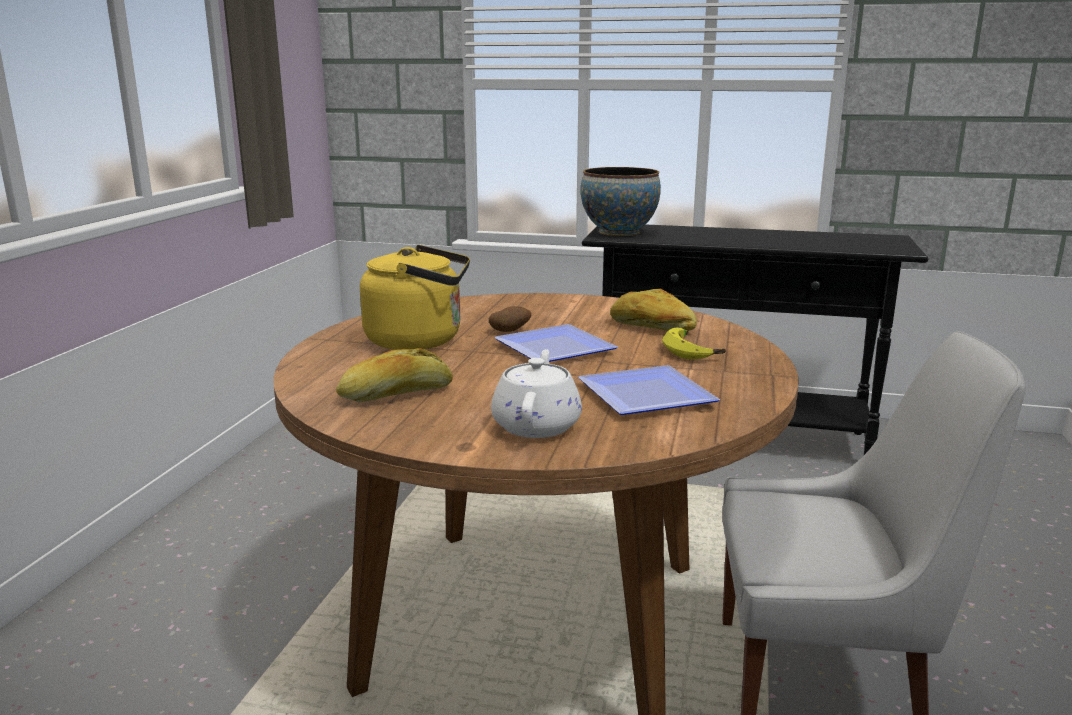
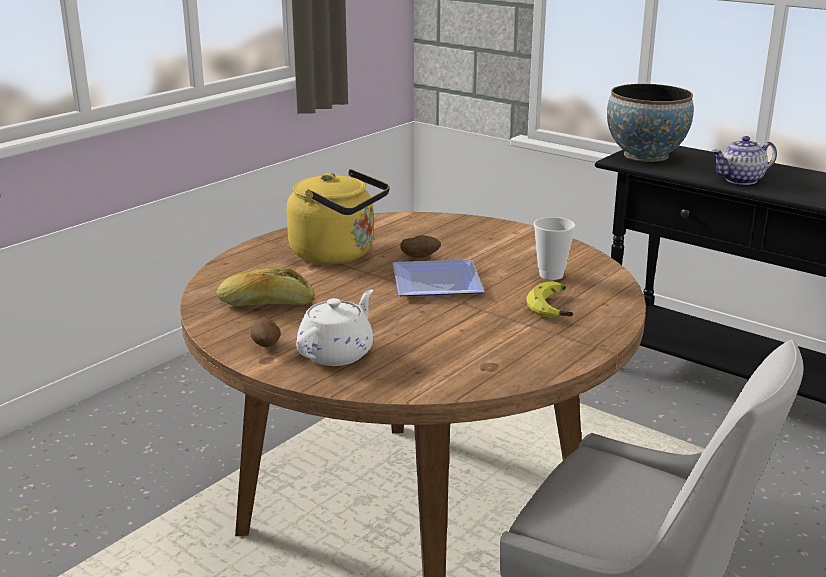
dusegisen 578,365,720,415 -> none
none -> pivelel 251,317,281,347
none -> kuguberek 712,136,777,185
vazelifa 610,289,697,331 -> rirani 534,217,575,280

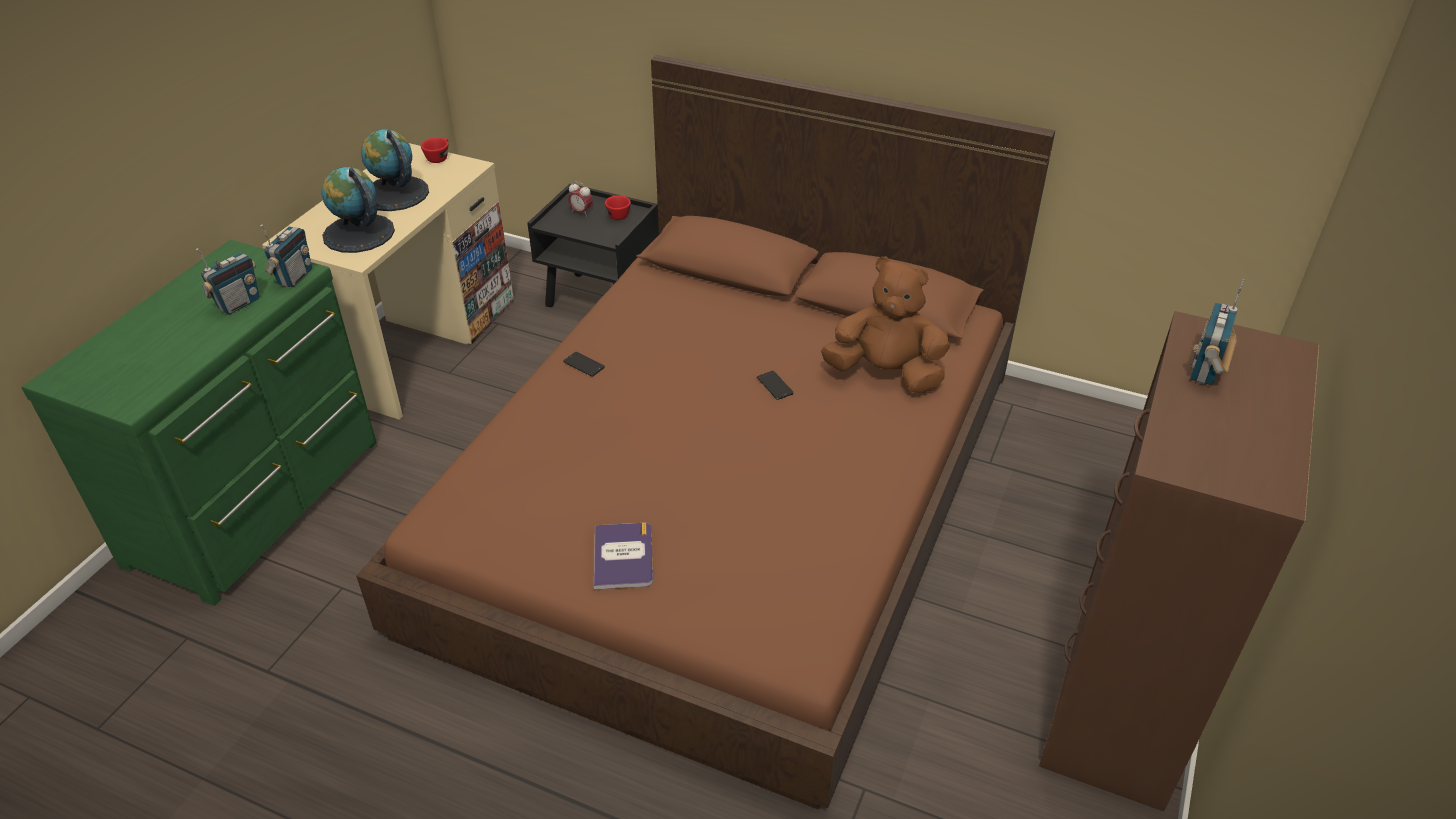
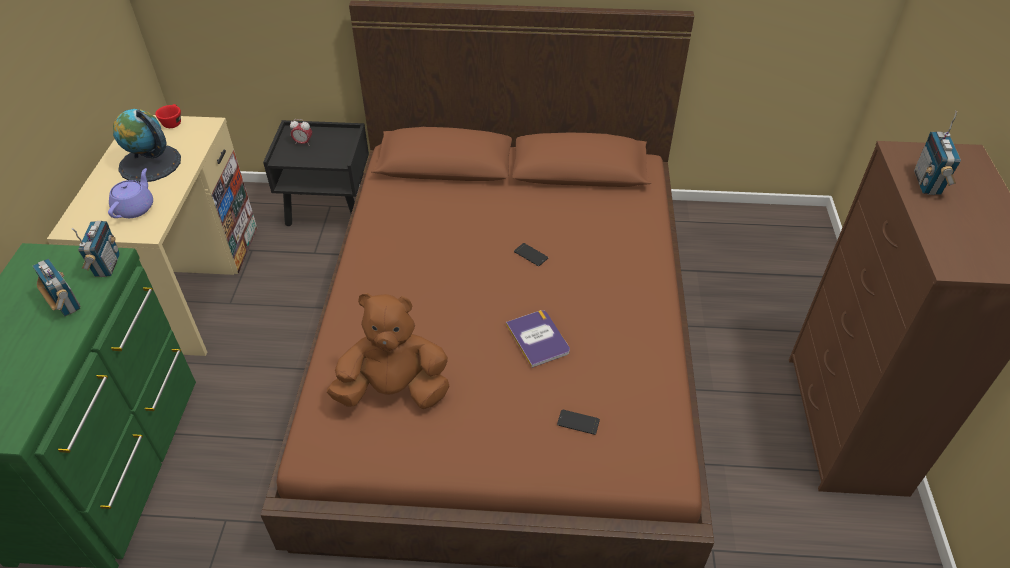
red rirani 605,195,631,220 -> none
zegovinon 563,352,605,377 -> zegovinon 557,410,600,435, moved
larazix 594,523,653,590 -> larazix 506,310,570,368, moved
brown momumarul 821,257,950,393 -> brown momumarul 327,293,450,409, moved
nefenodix 321,167,395,253 -> purple kuguberek 108,168,153,218
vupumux 196,248,260,315 -> vupumux 33,259,80,316, 60 degrees counterclockwise

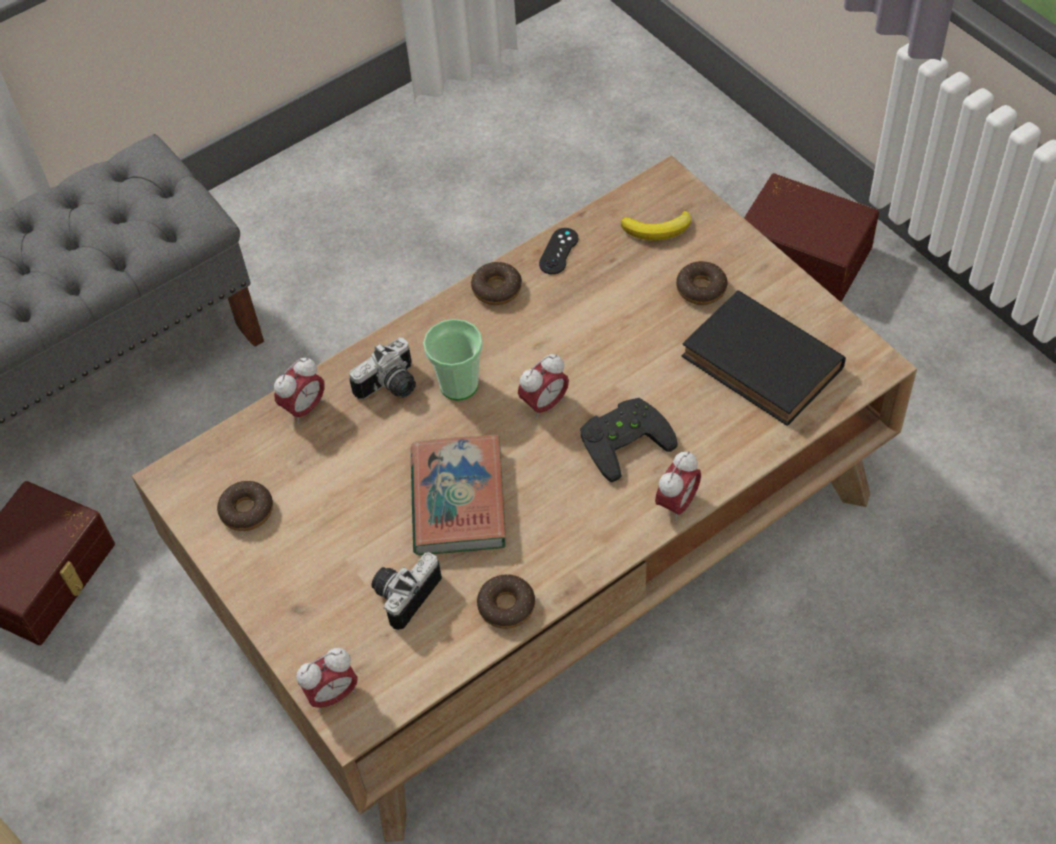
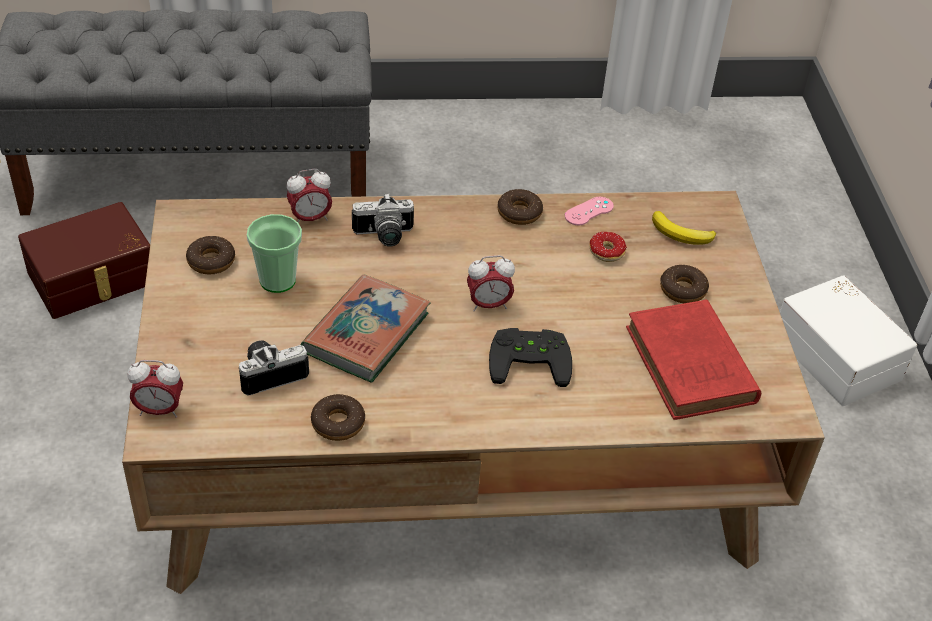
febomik 655,451,701,521 -> none
none -> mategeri 589,232,627,262
rirani 423,319,483,400 -> rirani 247,214,302,293, moved
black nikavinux 539,228,578,274 -> pink nikavinux 565,197,614,225
black larazix 682,290,846,426 -> red larazix 626,299,761,420
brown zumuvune 744,173,879,302 -> white zumuvune 780,275,917,406

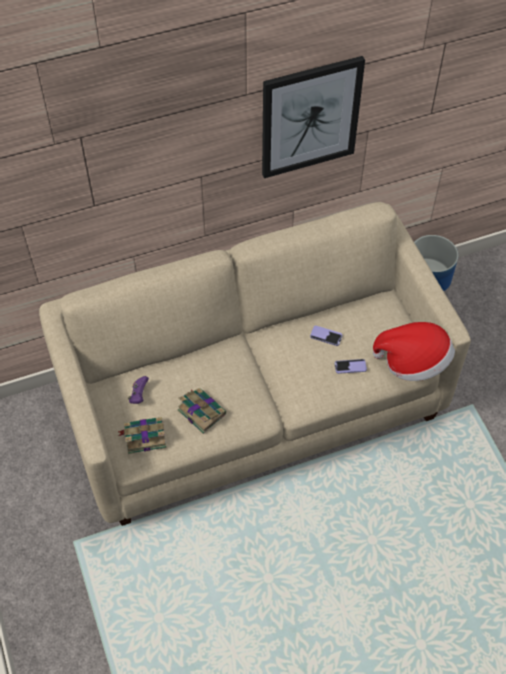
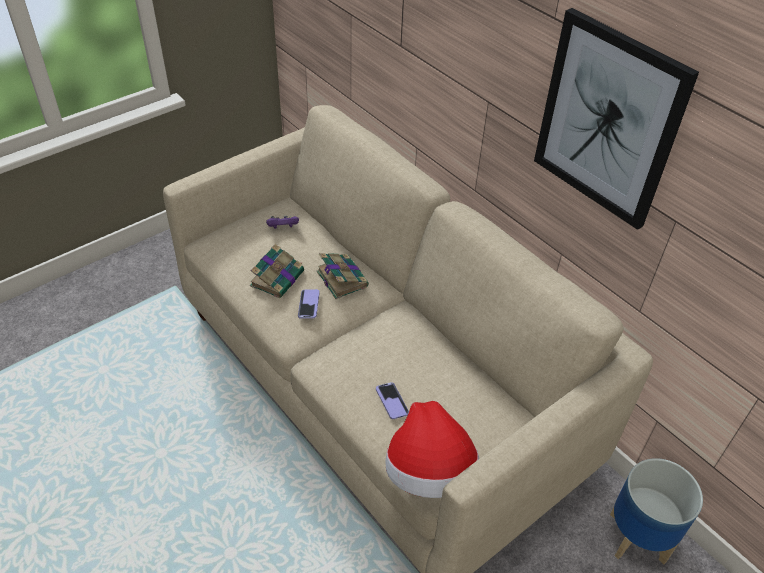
larazix 117,417,167,454 -> larazix 317,253,369,299, moved
zegovinon 310,326,343,346 -> zegovinon 298,289,320,319, moved

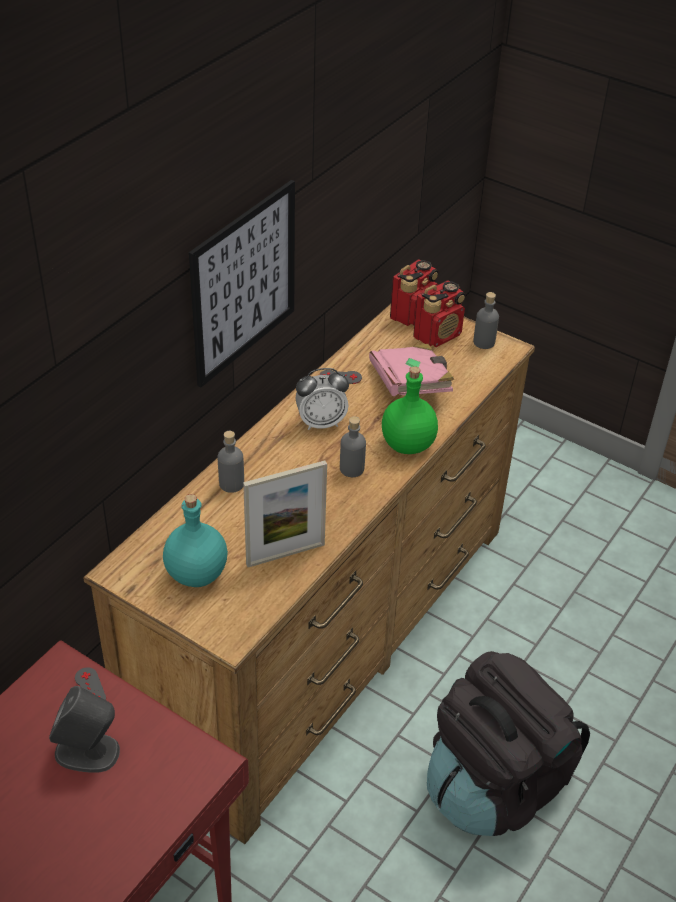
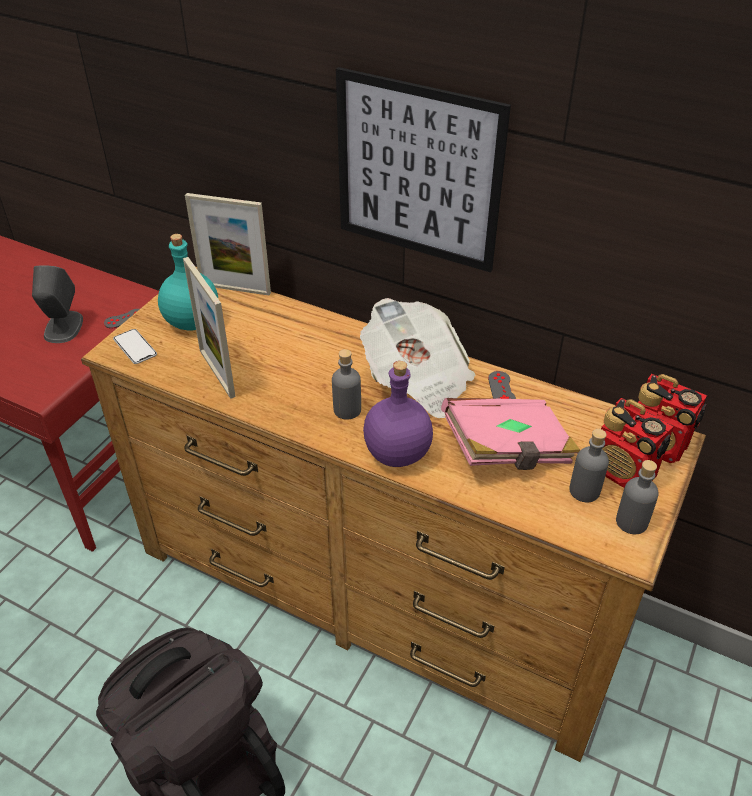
none -> zegovinon 113,329,157,364
none -> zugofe 185,193,271,295
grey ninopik 217,431,244,493 -> grey ninopik 569,429,609,502, moved
febomik 296,368,349,430 -> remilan 360,298,475,418
green ninopik 382,366,438,454 -> purple ninopik 363,361,433,467

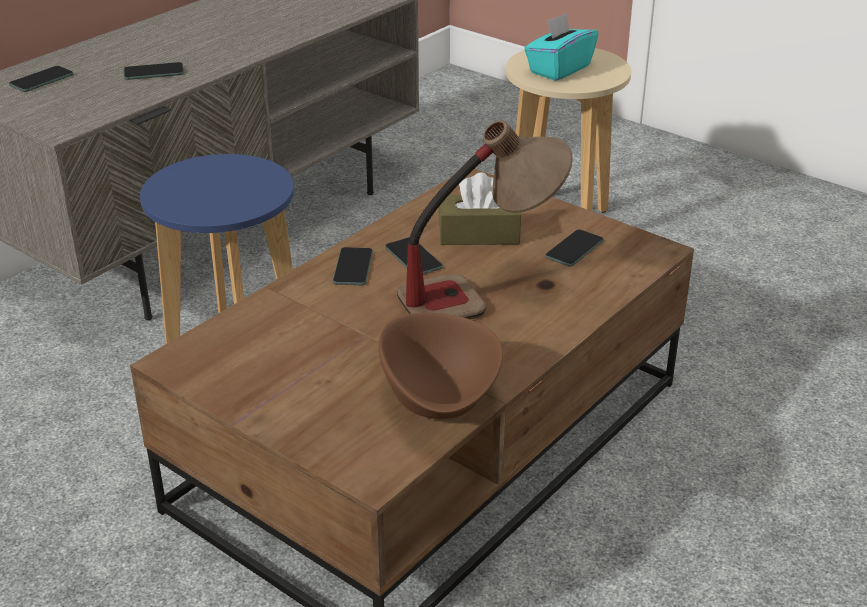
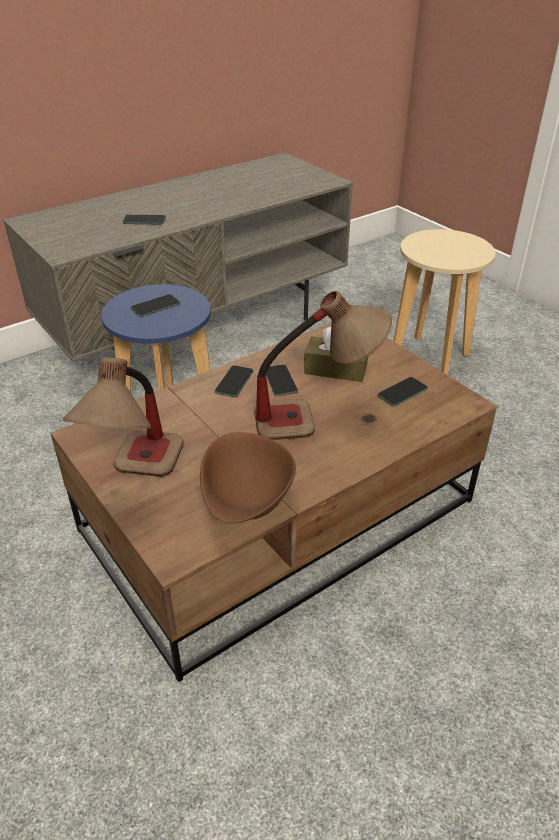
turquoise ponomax 524,13,599,81 -> none
none -> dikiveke 63,357,184,477
zegovinon 9,66,74,92 -> zegovinon 131,294,180,317, moved

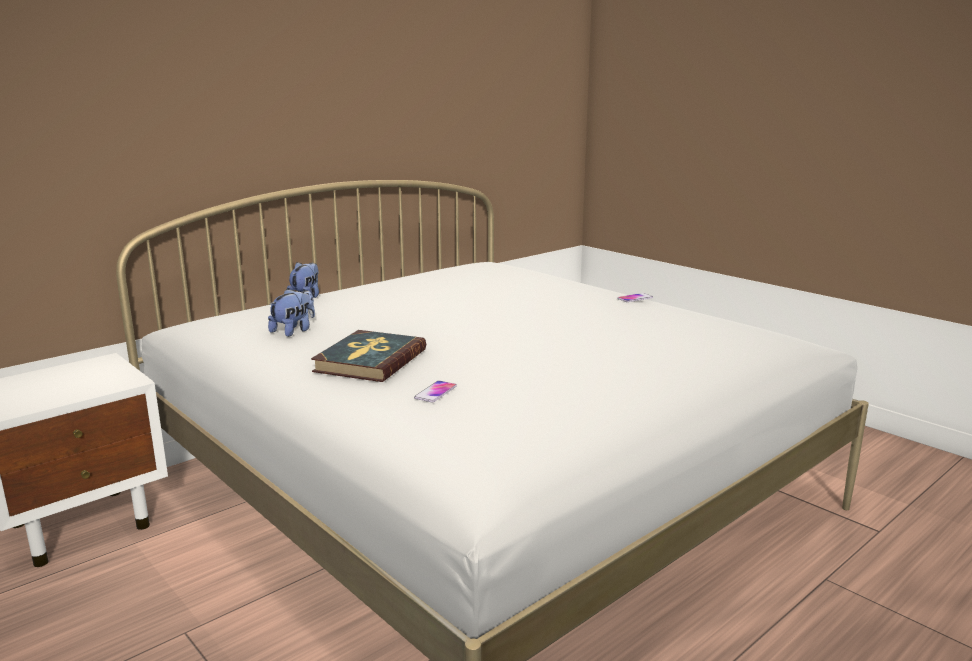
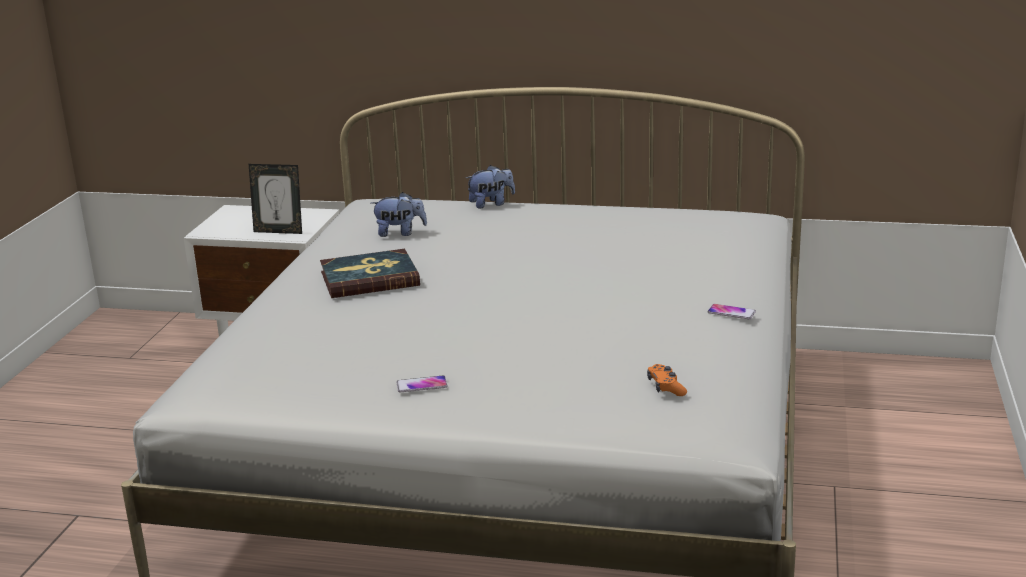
none -> zugofe 249,164,302,234
none -> orange nikavinux 647,364,687,396
zegovinon 414,381,457,402 -> zegovinon 397,375,447,392, moved

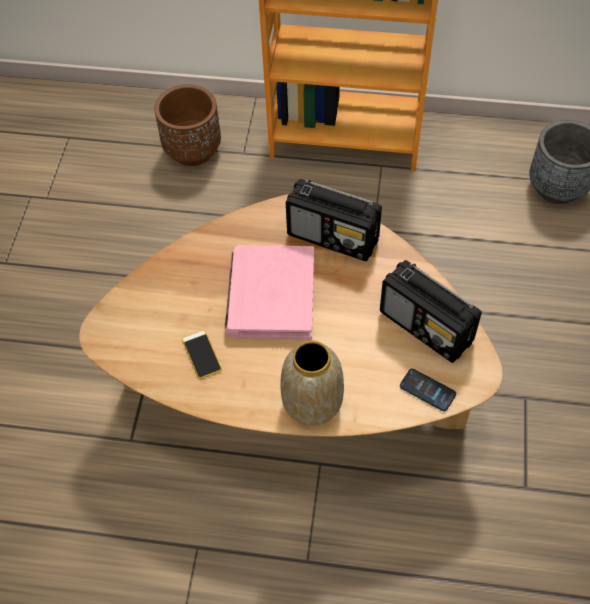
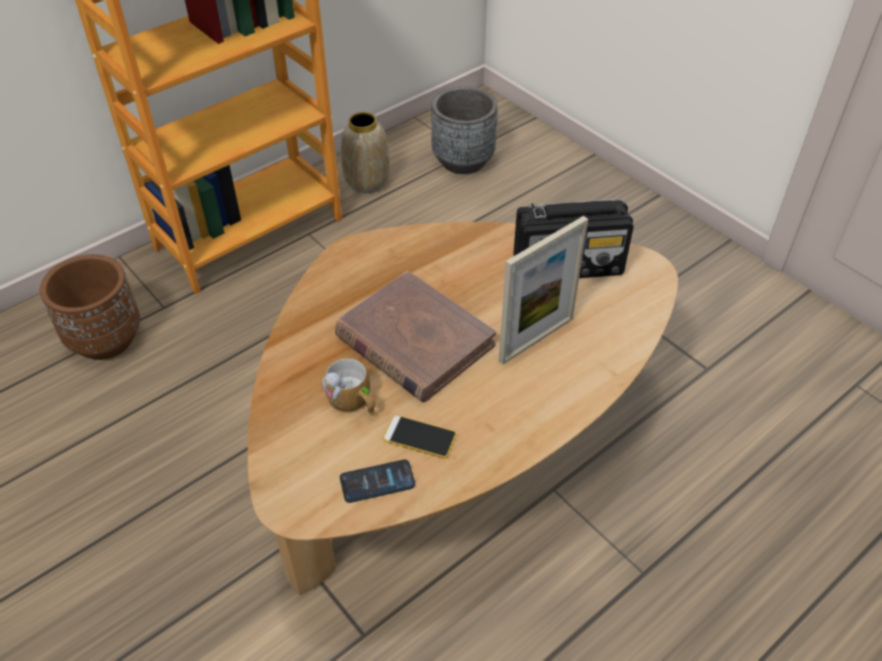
vupumux 286,179,382,261 -> none
none -> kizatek 322,358,376,416
none -> zugofe 499,216,588,365
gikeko 281,341,344,426 -> gikeko 341,112,390,193, moved
zegovinon 400,369,456,411 -> zegovinon 340,460,415,503, moved
pink larazix 225,245,314,339 -> brown larazix 335,271,496,402

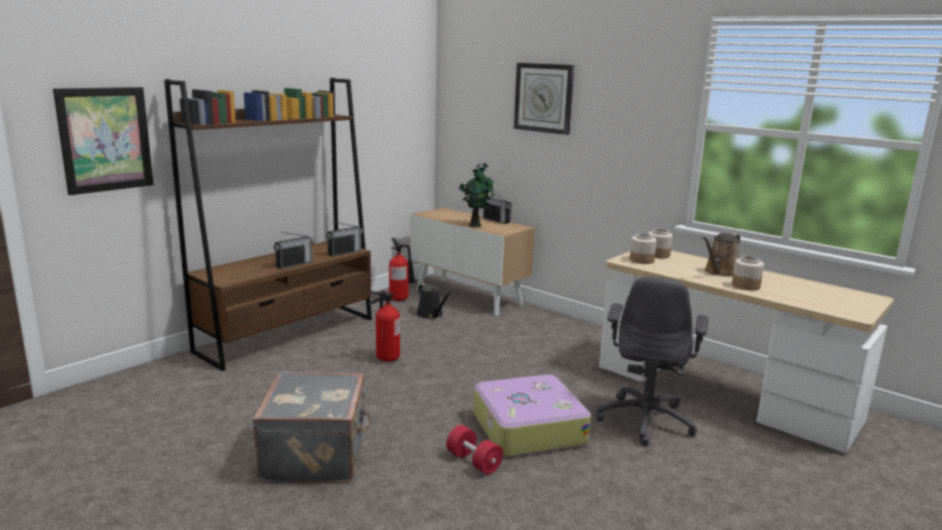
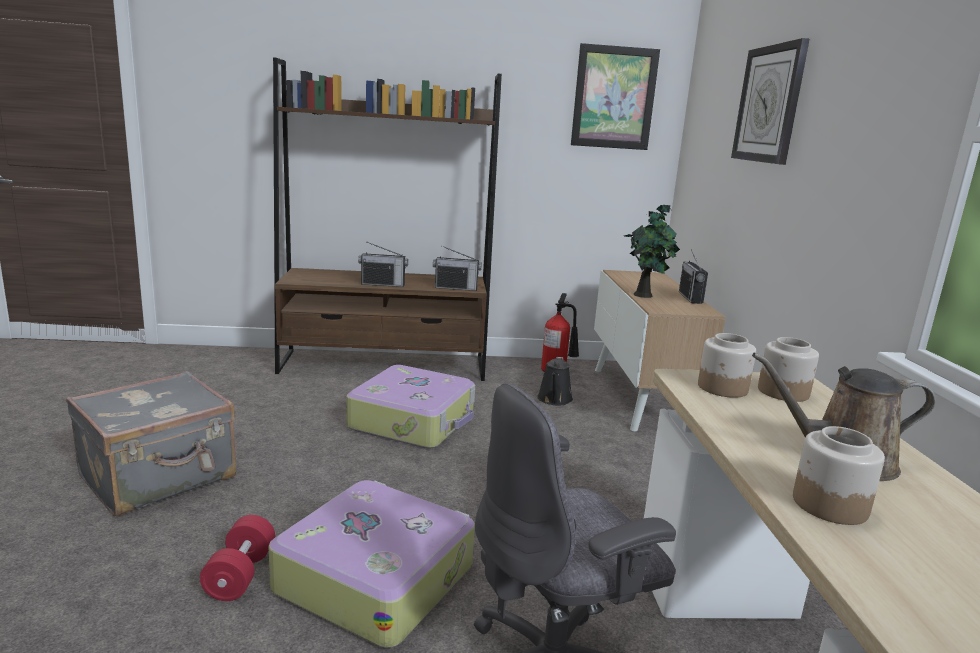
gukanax 53,87,154,195 -> gukanax 571,43,660,150, moved
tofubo 367,290,400,362 -> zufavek 347,365,475,449

